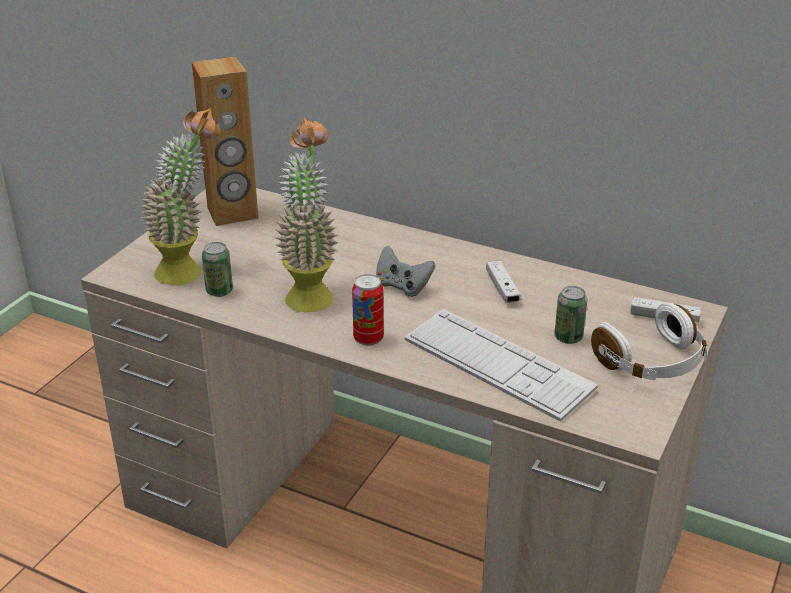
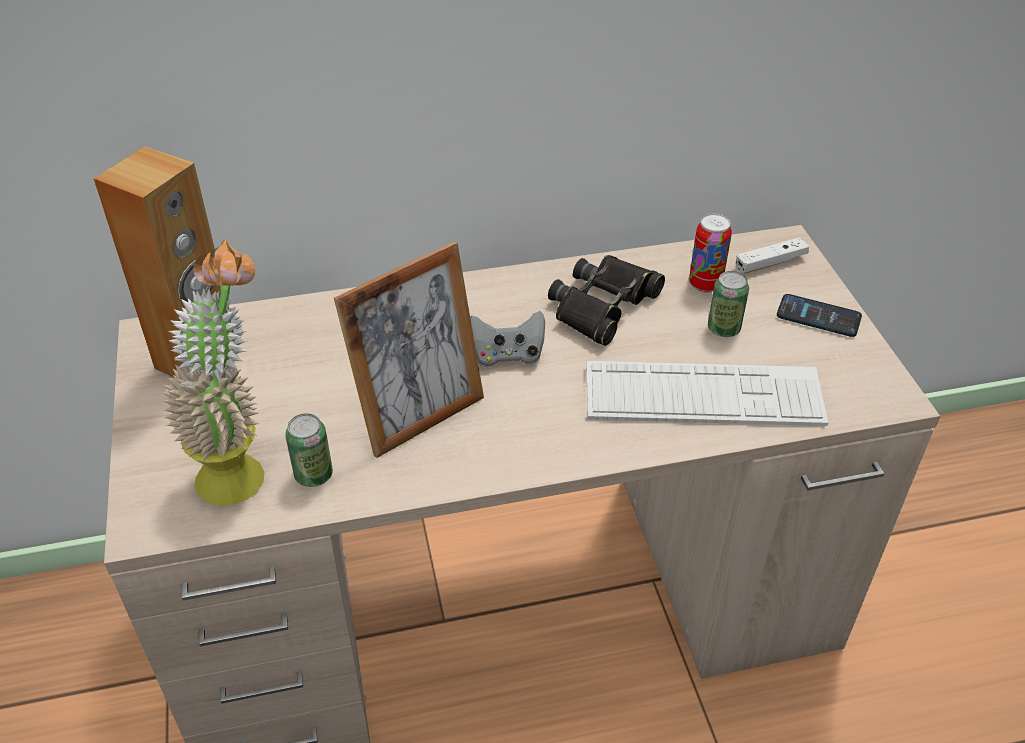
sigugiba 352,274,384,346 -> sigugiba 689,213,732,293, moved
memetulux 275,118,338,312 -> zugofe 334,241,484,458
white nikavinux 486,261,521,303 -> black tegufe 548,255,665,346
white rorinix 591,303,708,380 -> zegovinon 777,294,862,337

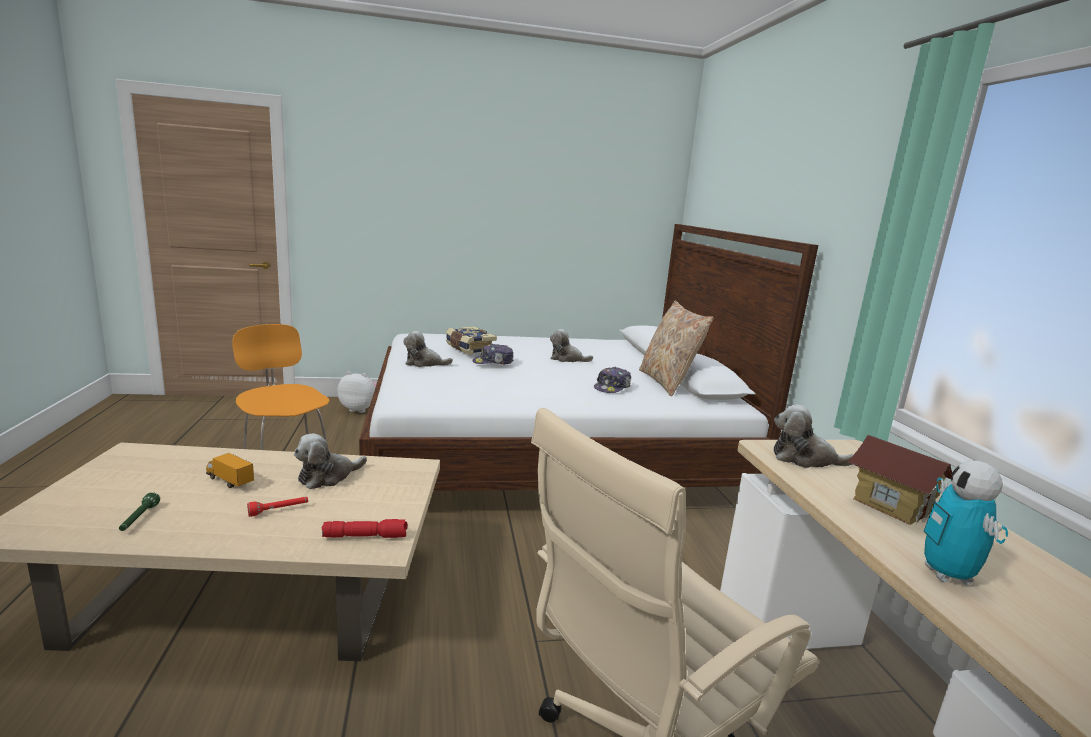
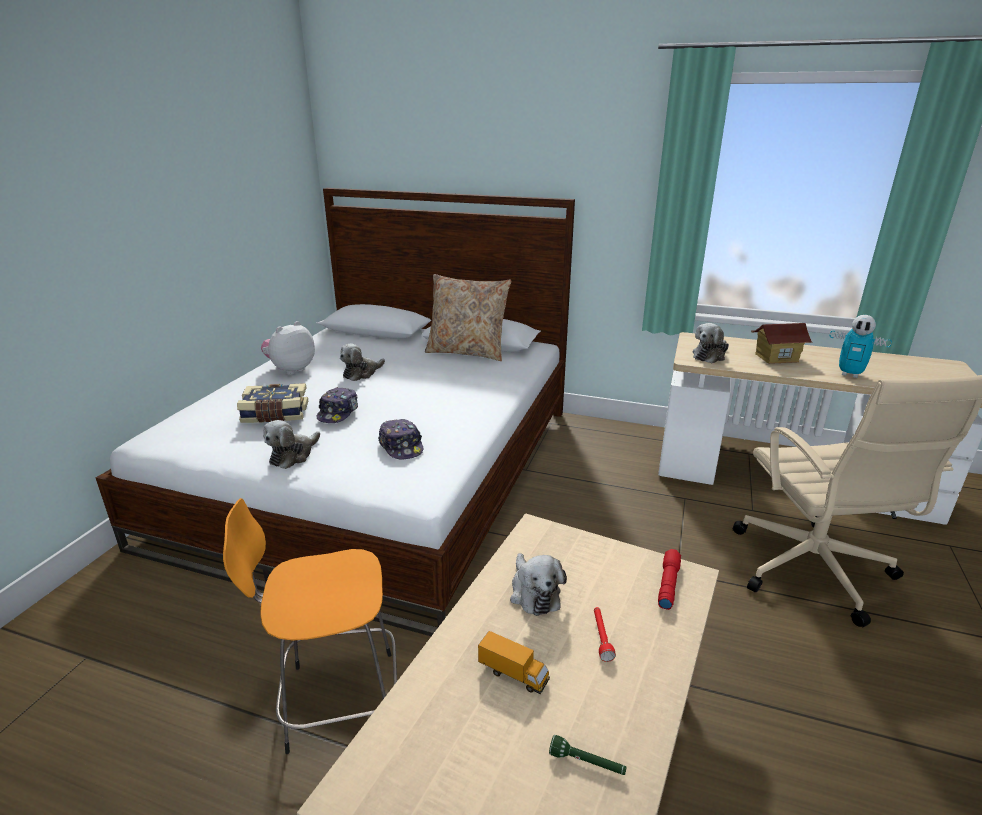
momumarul 337,371,377,413 -> momumarul 261,321,315,375, moved
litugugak 594,367,631,393 -> litugugak 378,419,423,459, moved
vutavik 206,453,254,488 -> vutavik 478,631,550,694, 120 degrees counterclockwise

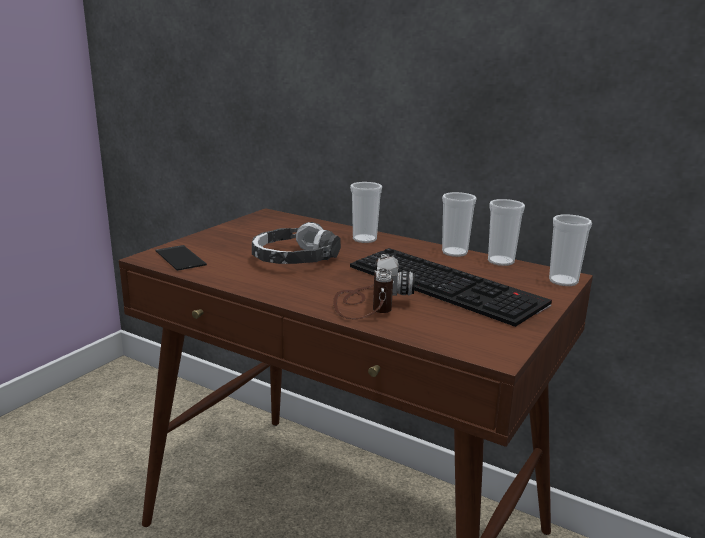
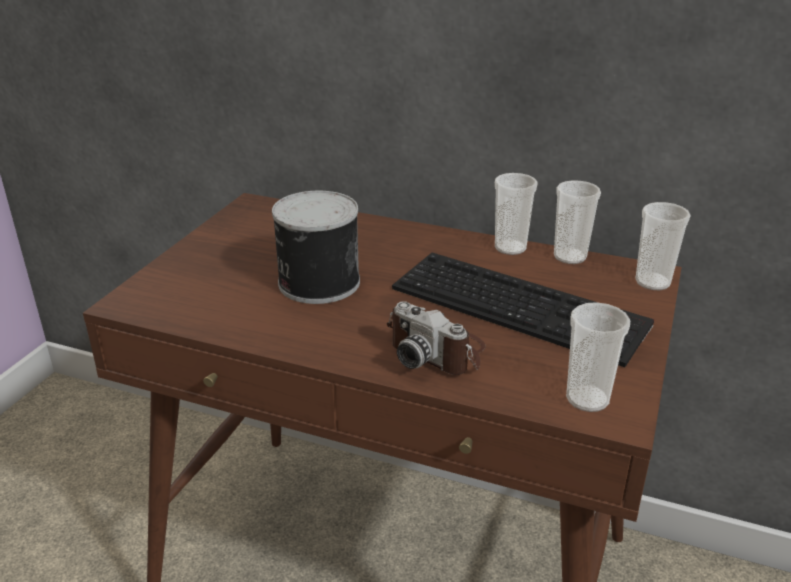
zegovinon 156,245,207,271 -> none
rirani 350,182,382,243 -> rirani 566,302,630,412, moved
rorinix 252,222,341,264 -> sigugiba 272,191,360,304
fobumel 333,254,415,319 -> fobumel 386,302,486,375, 135 degrees clockwise

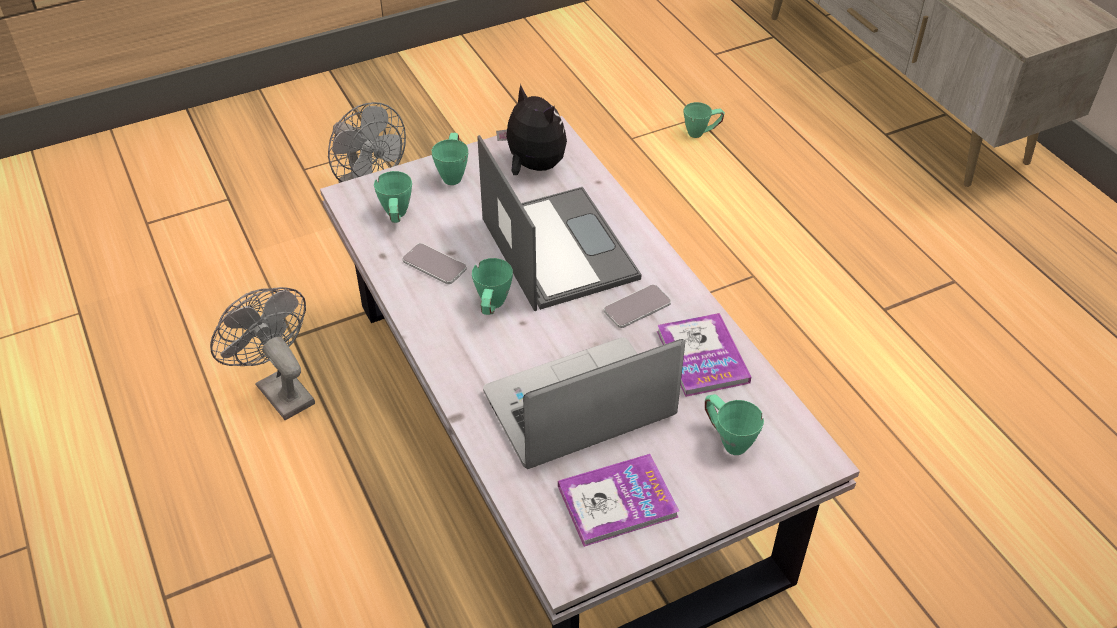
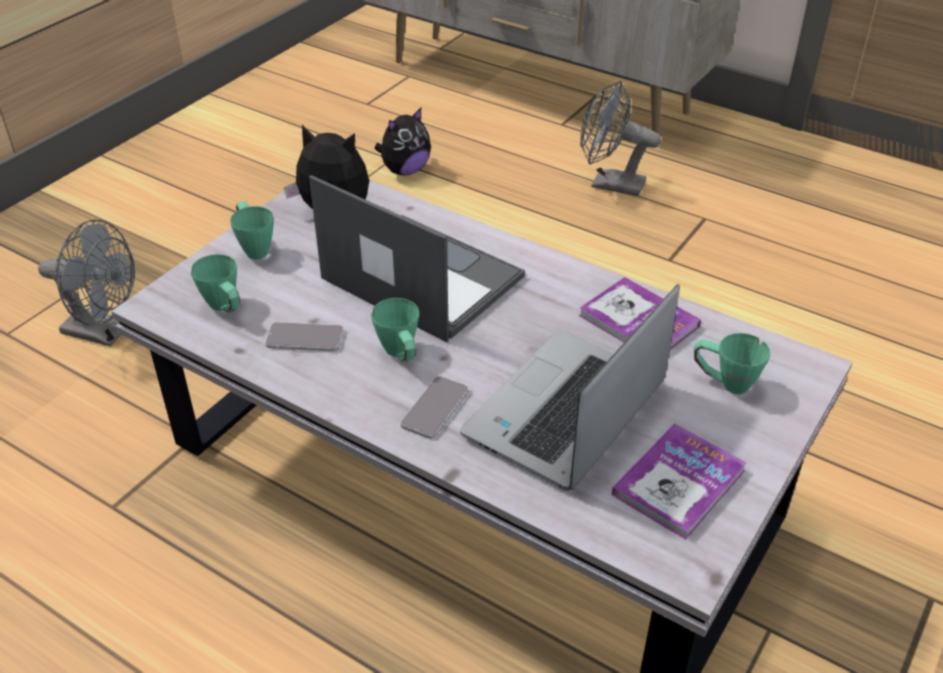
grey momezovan 210,287,315,420 -> grey momezovan 580,80,661,196, moved
zegovinon 604,284,671,328 -> zegovinon 400,376,469,439, moved
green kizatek 683,102,725,138 -> momumarul 375,108,431,176

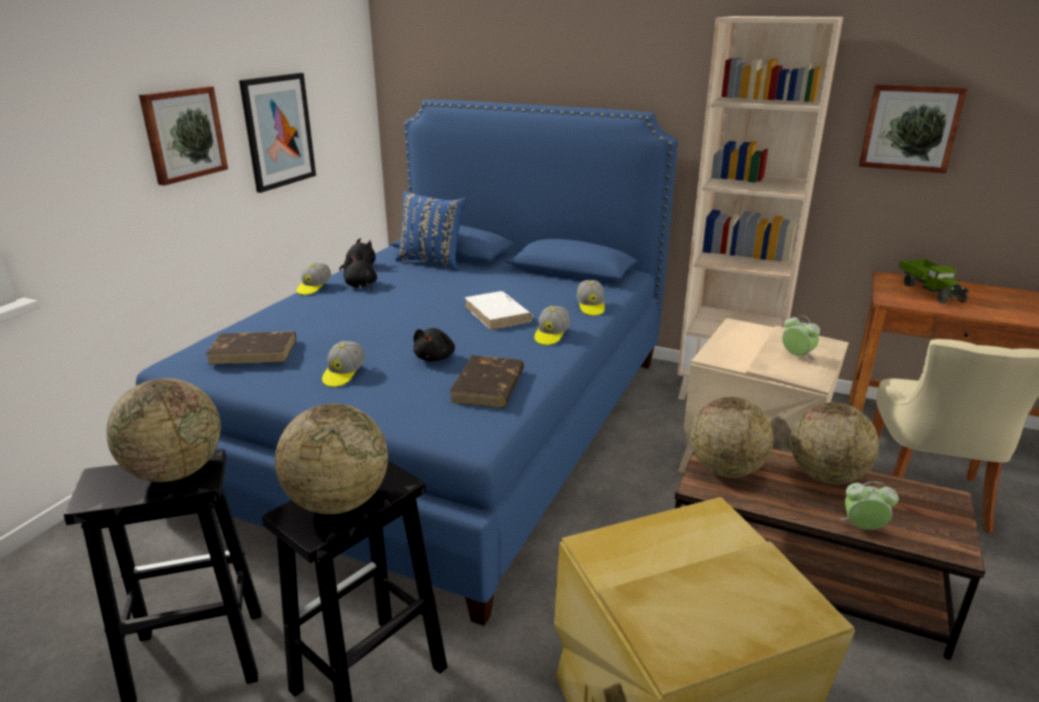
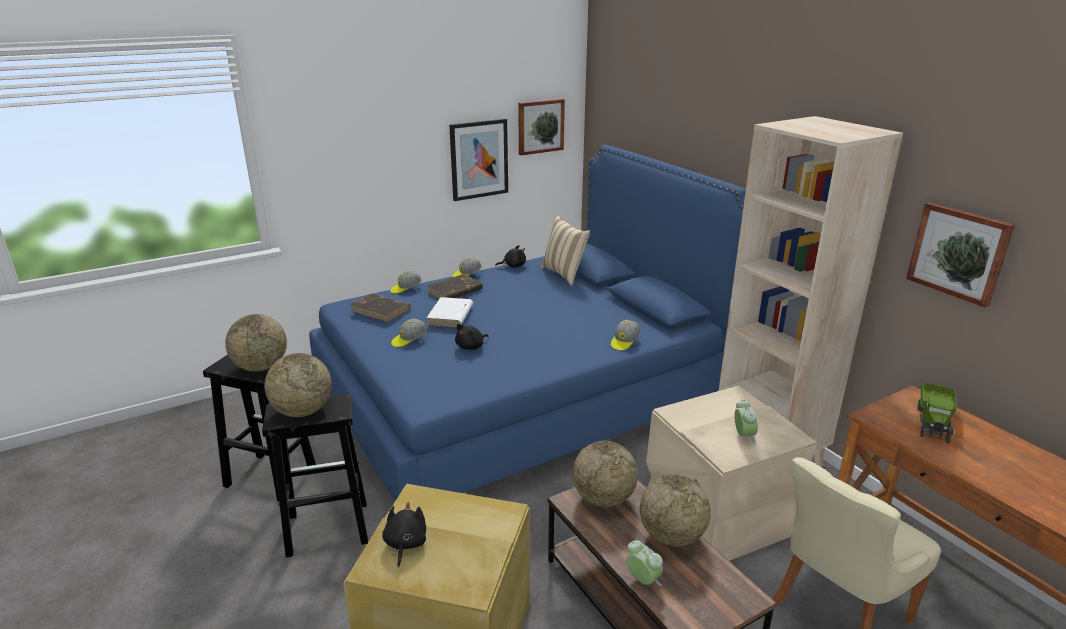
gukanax 139,86,228,186 -> gukanax 518,99,565,156, moved
black momumarul 344,255,377,291 -> black momumarul 382,502,426,568, moved
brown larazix 450,355,524,408 -> brown larazix 427,274,483,299, moved
white larazix 464,291,533,330 -> white larazix 427,297,473,327, moved
litugugak 534,306,570,345 -> litugugak 390,271,421,294, moved
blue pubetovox 395,191,466,271 -> beige pubetovox 541,216,590,286

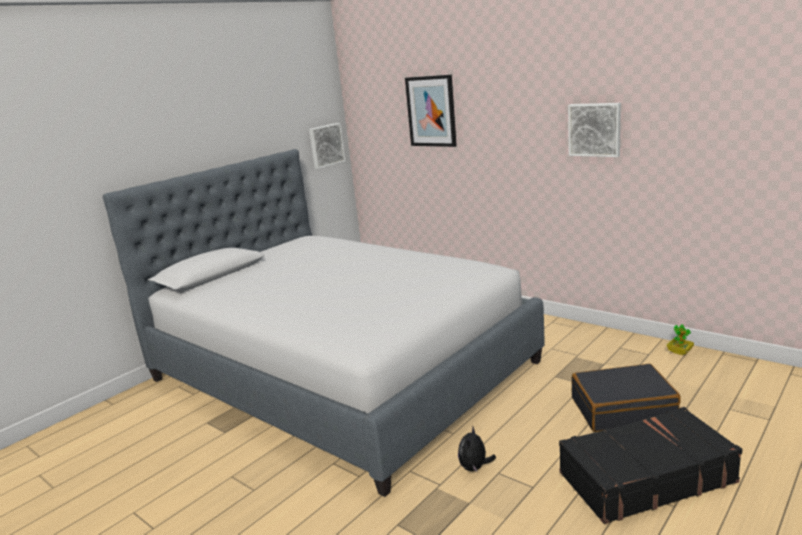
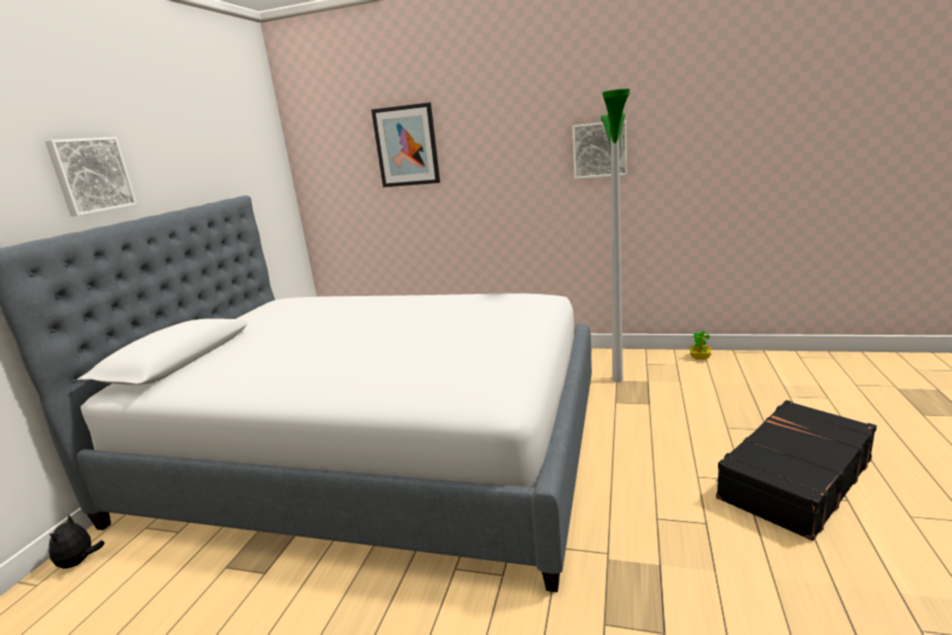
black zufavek 572,364,681,432 -> none
none -> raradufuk 601,89,630,383
gukanax 309,123,346,169 -> gukanax 45,137,137,216, moved
momumarul 458,425,496,472 -> momumarul 48,514,105,569, moved

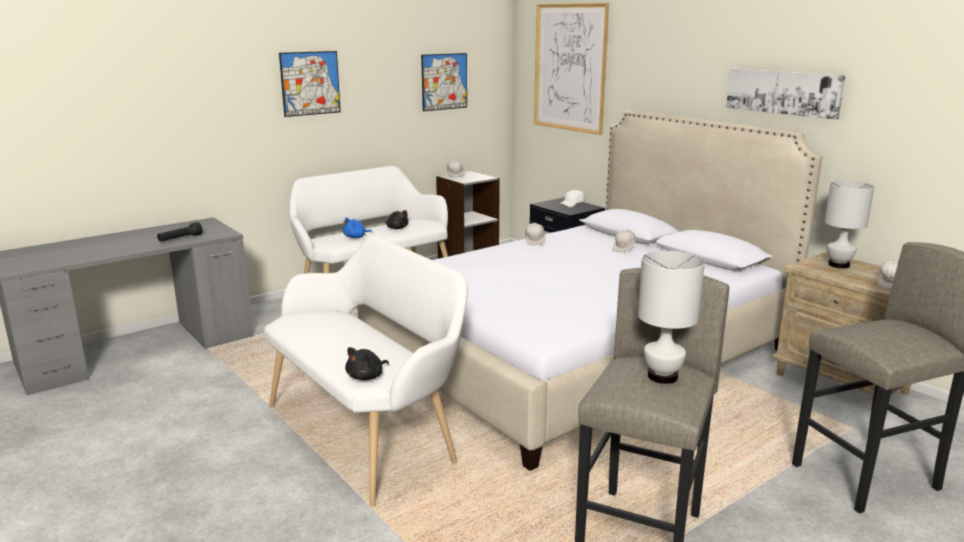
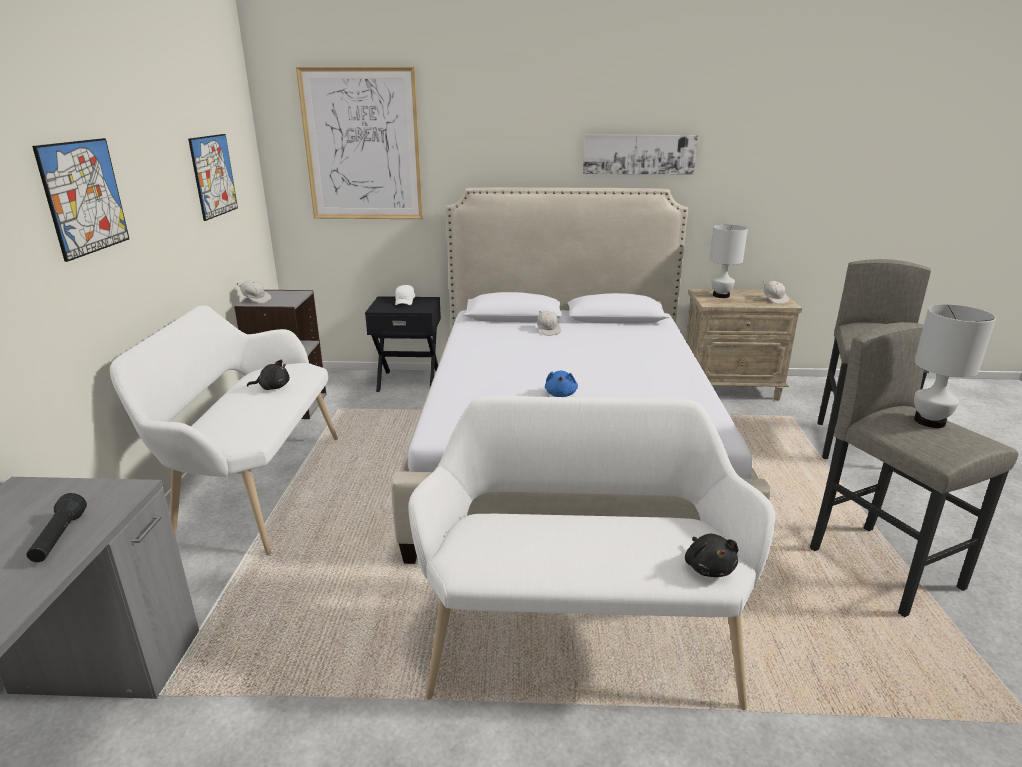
white litugugak 525,223,545,246 -> none
blue momumarul 343,218,373,238 -> blue momumarul 545,371,578,397, moved

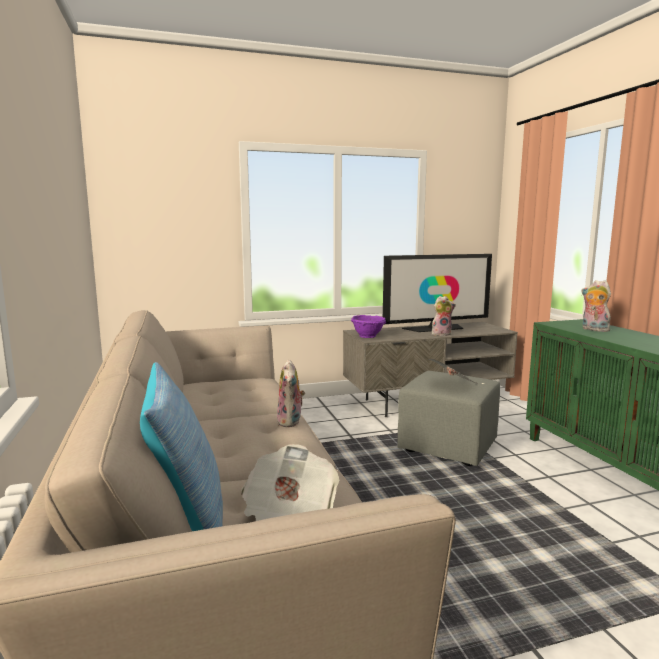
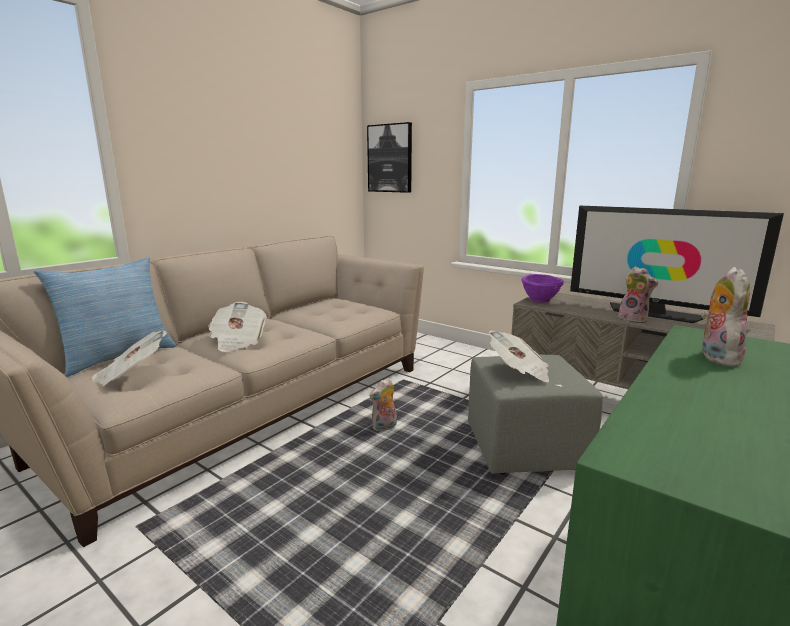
none -> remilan 208,302,267,352
none -> gukanax 367,122,412,193
momumarul 277,360,305,427 -> momumarul 369,378,397,431, moved

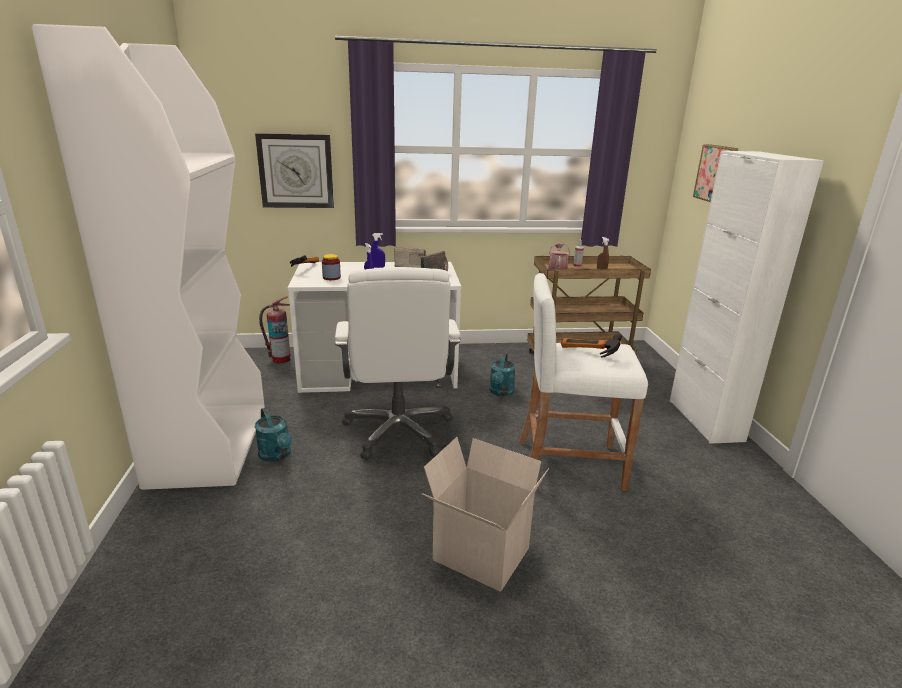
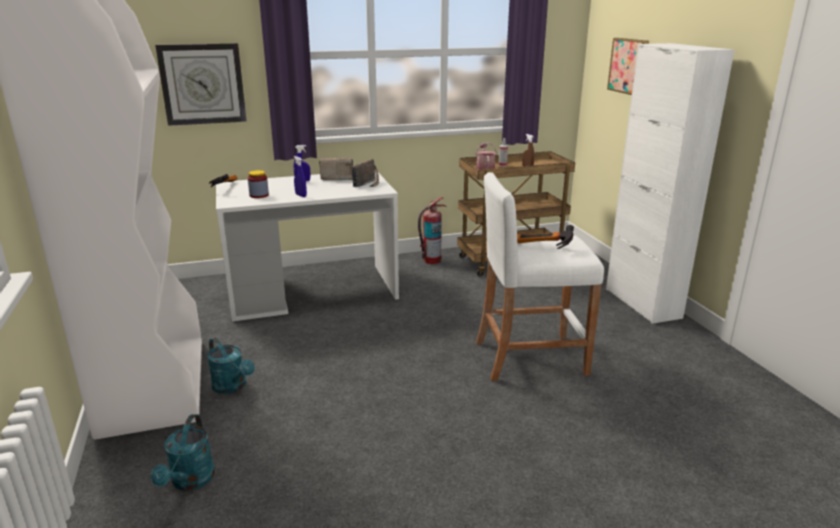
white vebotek 335,267,461,460 -> none
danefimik 422,437,549,592 -> none
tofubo 259,297,290,364 -> tofubo 418,197,446,264, moved
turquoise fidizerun 489,353,516,396 -> turquoise fidizerun 151,414,215,491, moved

